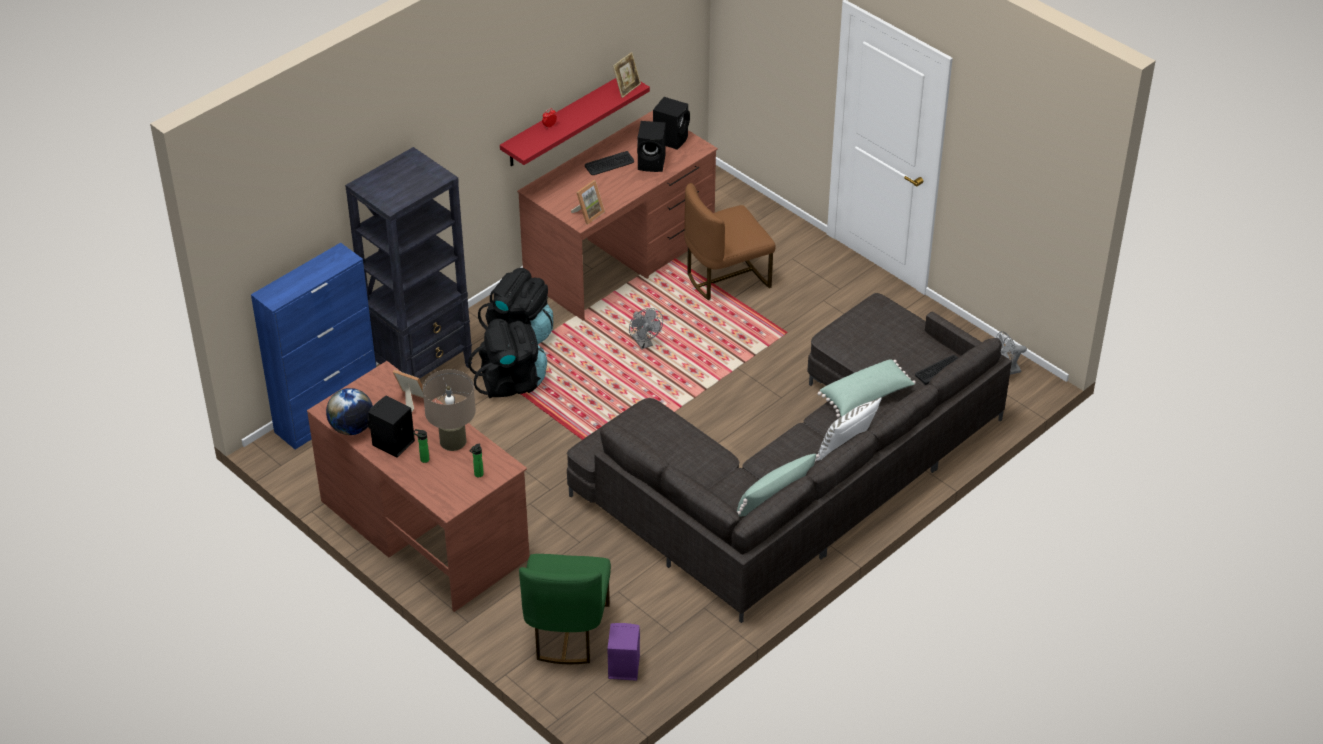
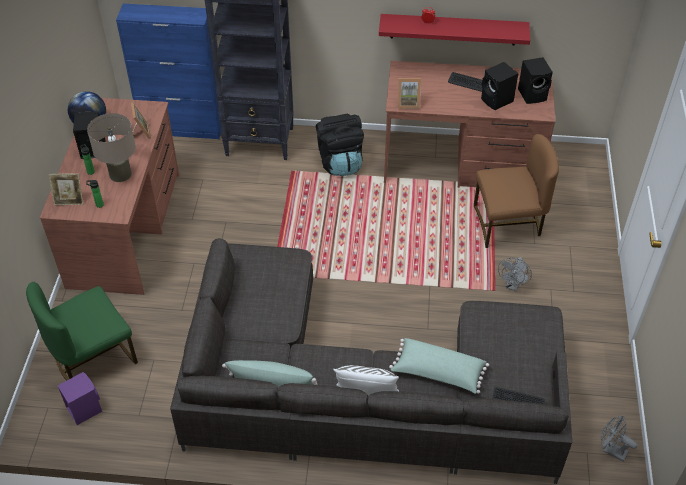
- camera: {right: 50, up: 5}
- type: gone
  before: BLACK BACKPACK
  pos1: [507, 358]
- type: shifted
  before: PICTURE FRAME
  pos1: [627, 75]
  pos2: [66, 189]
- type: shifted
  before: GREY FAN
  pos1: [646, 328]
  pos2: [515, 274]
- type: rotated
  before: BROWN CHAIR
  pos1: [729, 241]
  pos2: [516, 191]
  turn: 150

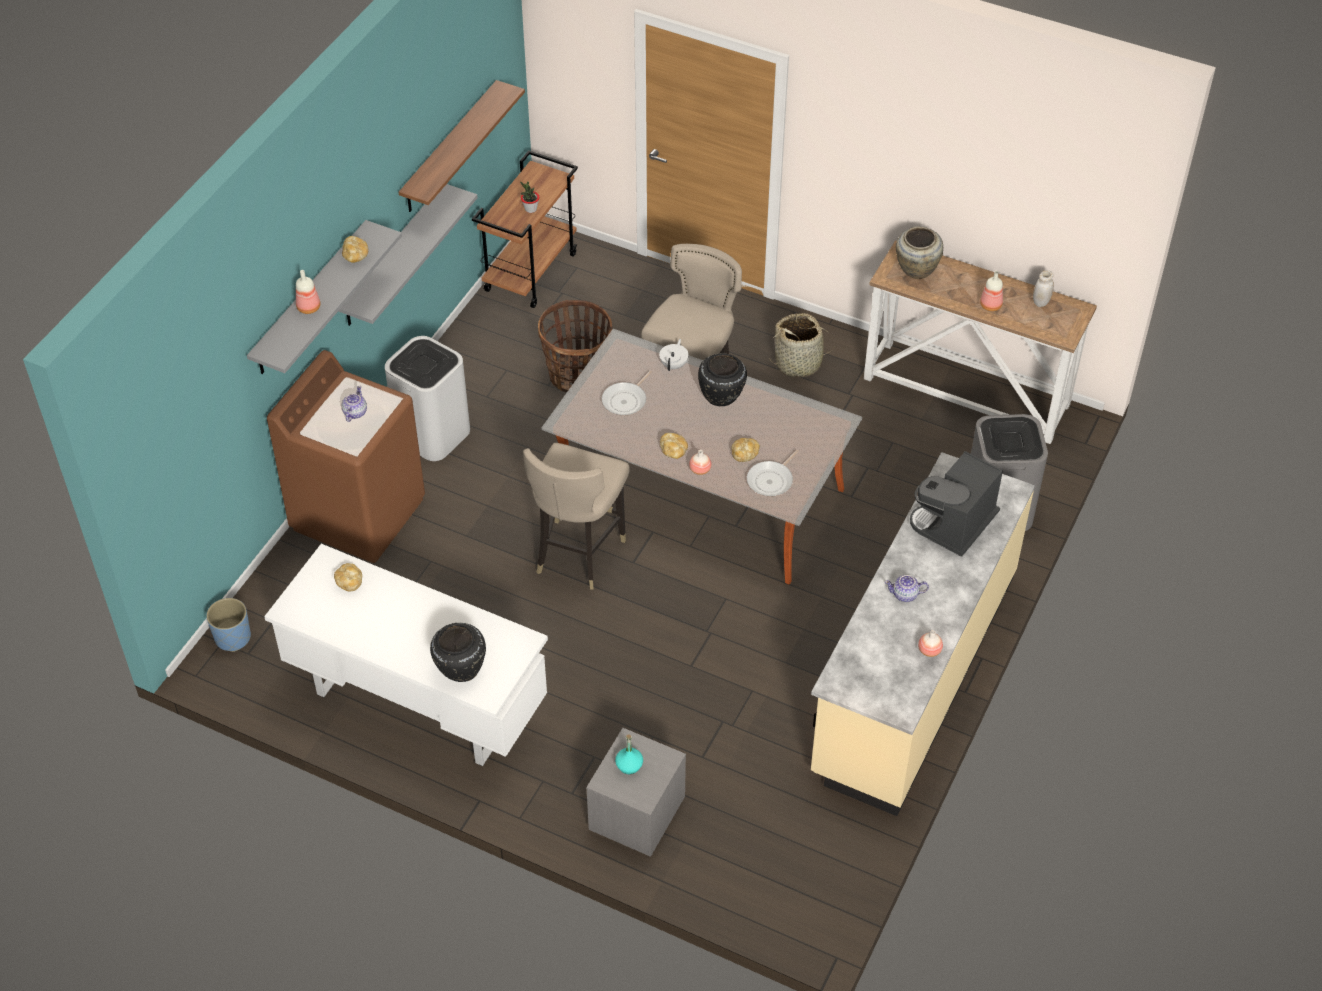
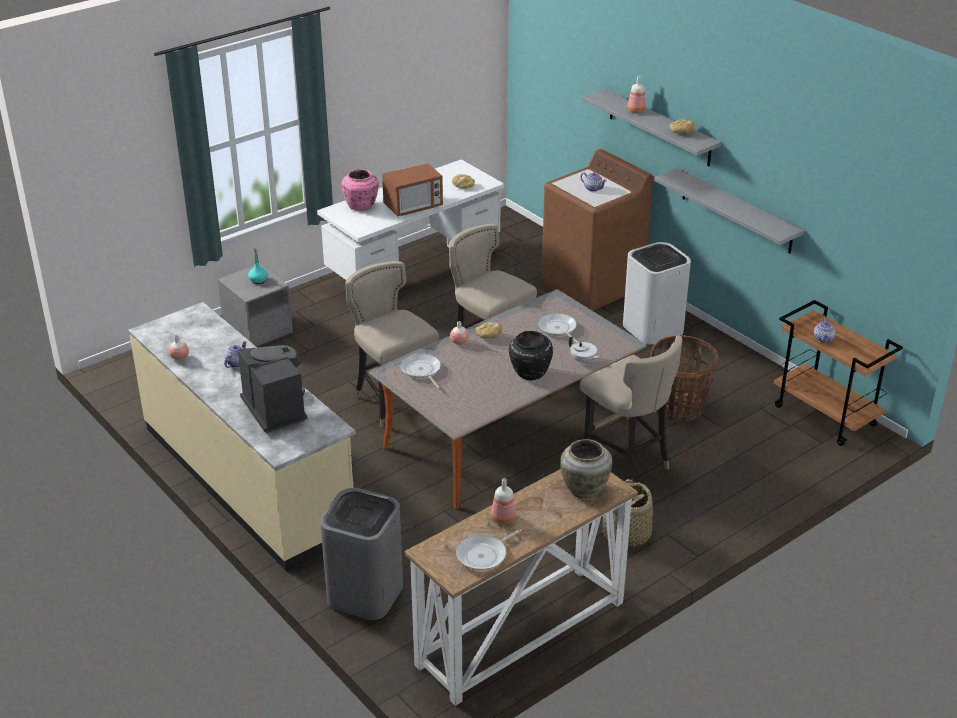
- camera: {right: 115, up: -15}
- type: gone
  before: BLUE PLANTER
  pos1: [228, 625]
- type: gone
  before: SHELF
  pos1: [461, 146]
- type: gone
  before: BREAD
  pos1: [745, 450]
- type: new
  after: BEIGE STOOL
  pos2: [392, 344]
- type: new
  after: MICROWAVE
  pos2: [412, 190]
- type: swapped
  before: POTTED PLANT
  after: TEAPOT
  pos1: [529, 197]
  pos2: [825, 330]
- type: swapped
  before: WHITE JAR
  after: FRYING PAN
  pos1: [1043, 288]
  pos2: [489, 549]
- type: repainted
  before: BLACK VASE
  after: PINK VASE
  pos1: [458, 652]
  pos2: [360, 190]

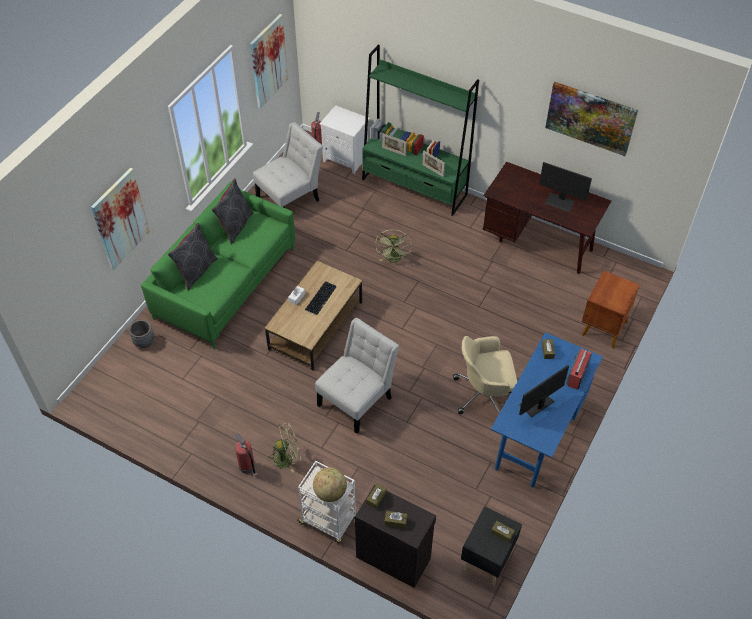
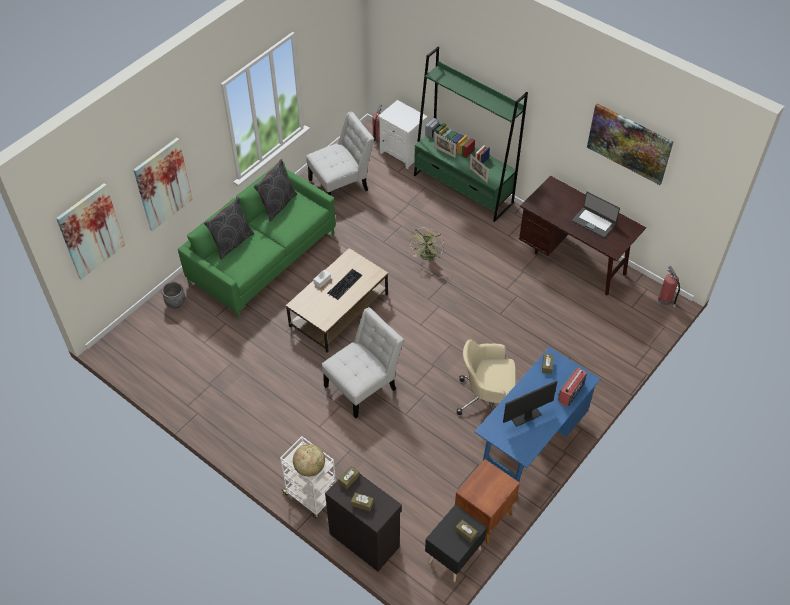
- camera: {right: 10, up: 0}
- type: gone
  before: GREEN FAN
  pos1: [284, 447]
- type: shifted
  before: FIRE EXTINGUISHER
  pos1: [246, 454]
  pos2: [669, 287]
- type: shifted
  before: PICTURE
  pos1: [269, 61]
  pos2: [90, 231]
- type: shifted
  before: BROWN NIGHTSTAND
  pos1: [611, 309]
  pos2: [487, 501]
- type: swapped
  before: MONITOR
  after: LAPTOP
  pos1: [565, 187]
  pos2: [596, 215]

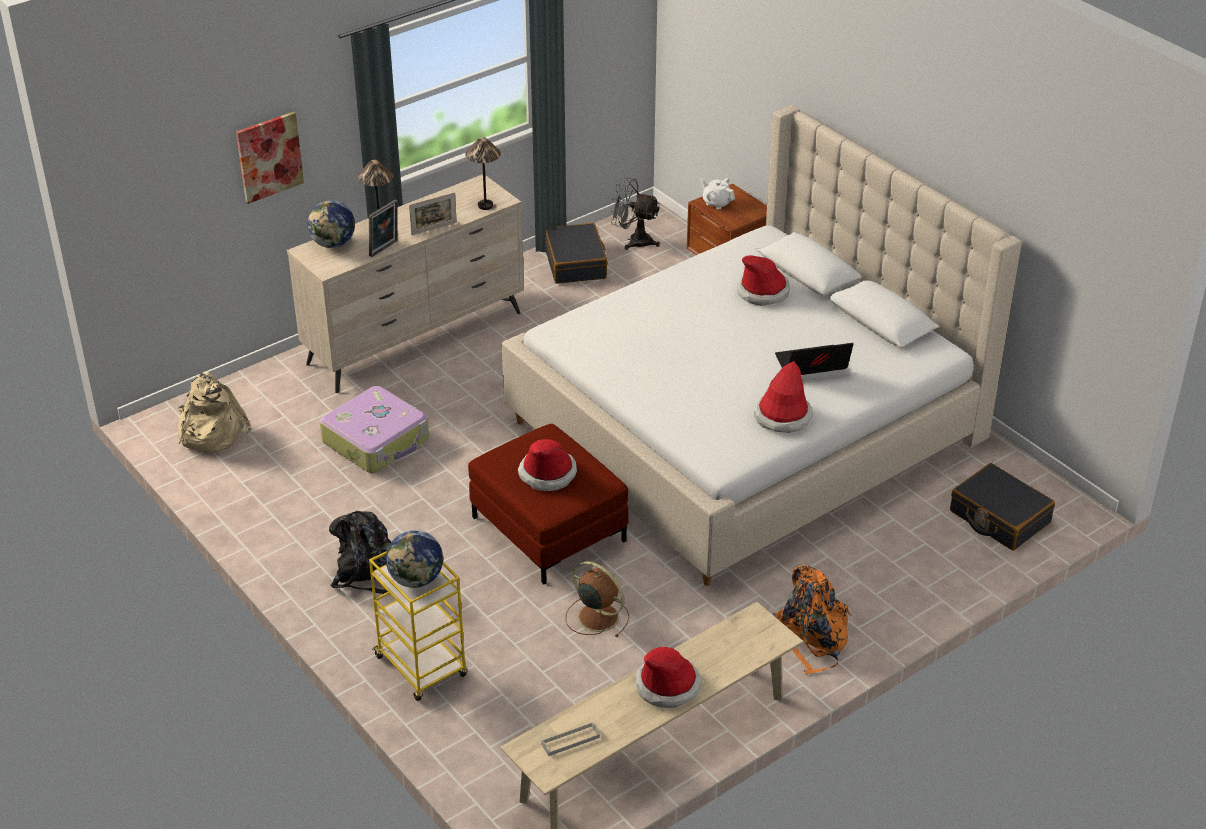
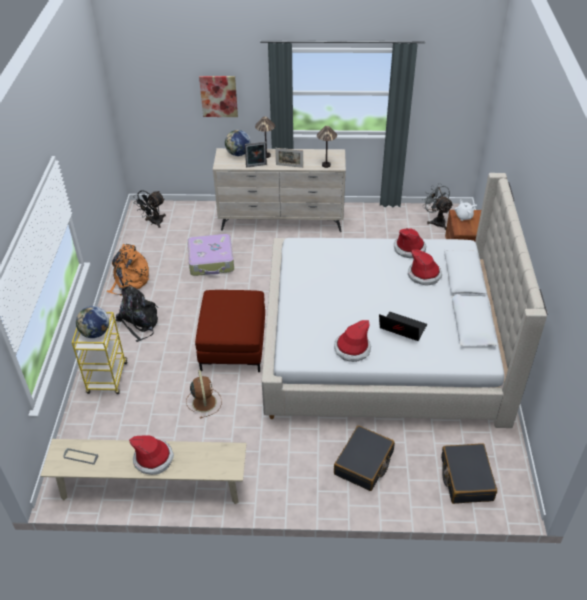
- camera: {right: 40, up: 5}
- type: shifted
  before: HAT
  pos1: [547, 465]
  pos2: [410, 243]
- type: shifted
  before: BLACK SUITCASE
  pos1: [576, 253]
  pos2: [364, 458]
- type: shifted
  before: ORANGE BACKPACK
  pos1: [812, 620]
  pos2: [127, 269]
- type: swapped
  before: BEIGE BACKPACK
  after: BLACK FAN
  pos1: [215, 412]
  pos2: [149, 209]

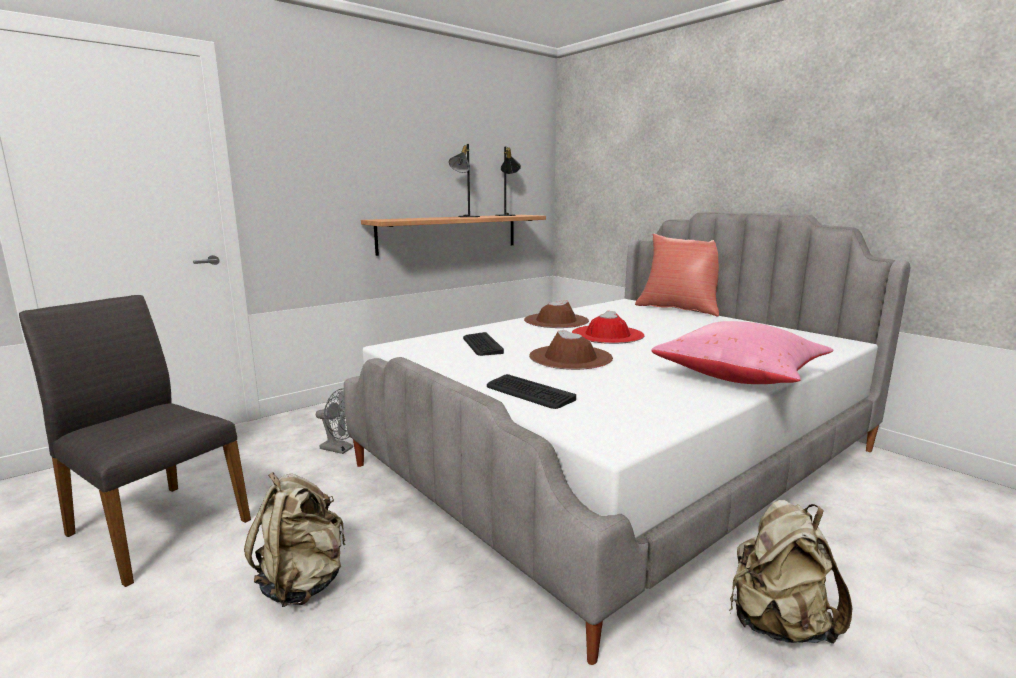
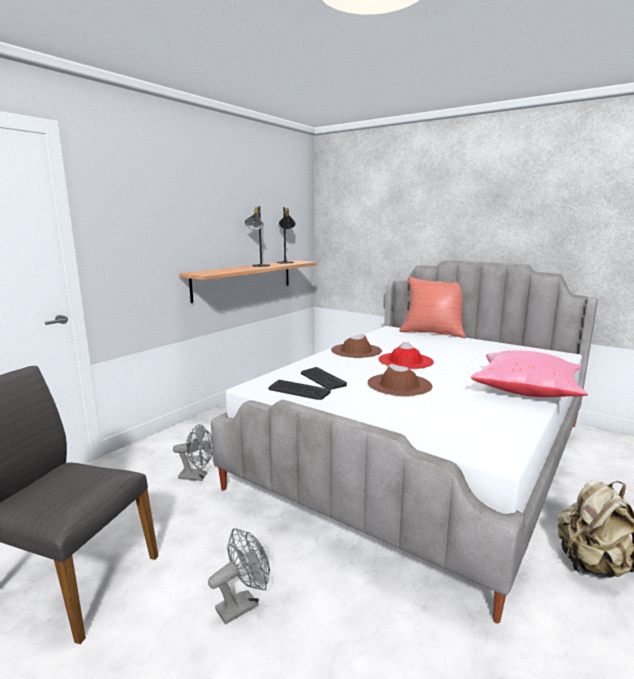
- camera: {right: -15, up: 0}
- type: shifted
  before: KEYBOARD
  pos1: [531, 391]
  pos2: [299, 390]
- type: swapped
  before: BEIGE BACKPACK
  after: GREY FAN
  pos1: [295, 539]
  pos2: [239, 576]

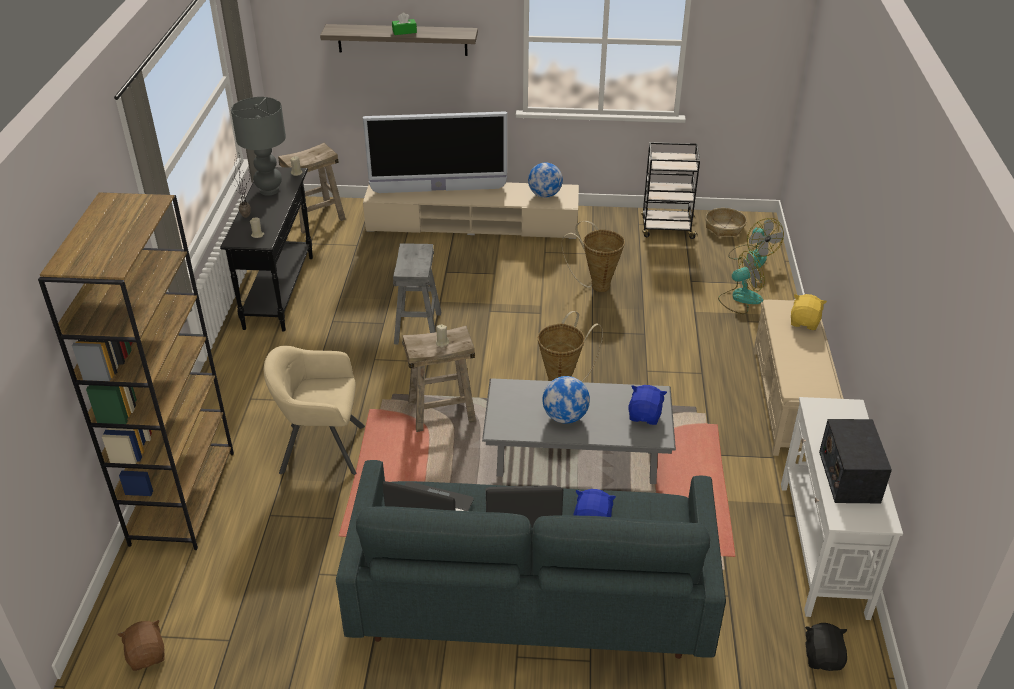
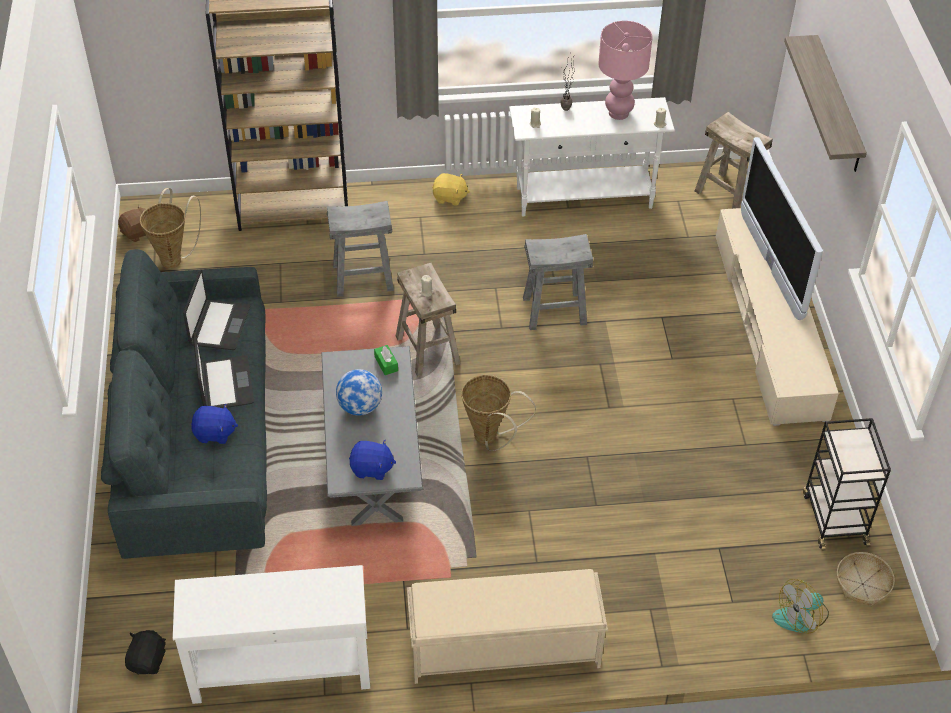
- camera: {right: 80, up: 10}
- type: gone
  before: GLOBE
  pos1: [545, 180]
- type: gone
  before: FAN
  pos1: [741, 282]
- type: gone
  before: RADIO
  pos1: [855, 461]
- type: shifted
  before: GREEN TISSUE BOX
  pos1: [404, 24]
  pos2: [386, 360]
- type: shifted
  before: BASKET
  pos1: [593, 256]
  pos2: [170, 228]
- type: shifted
  before: YELLOW PLUSH TOY
  pos1: [809, 312]
  pos2: [451, 189]
- type: swapped
  before: BEIGE ARMCHAIR
  after: GREY STOOL
  pos1: [314, 410]
  pos2: [360, 249]
- type: repainted
  before: BLACK CONSOLE TABLE
  after: WHITE CONSOLE TABLE
  pos1: [266, 249]
  pos2: [592, 157]
- type: repainted
  before: GREY TABLE LAMP
  after: PINK TABLE LAMP
  pos1: [258, 146]
  pos2: [625, 70]
- type: rotated
  before: BLACK PLUSH TOY
  pos1: [826, 647]
  pos2: [145, 652]
  turn: -75

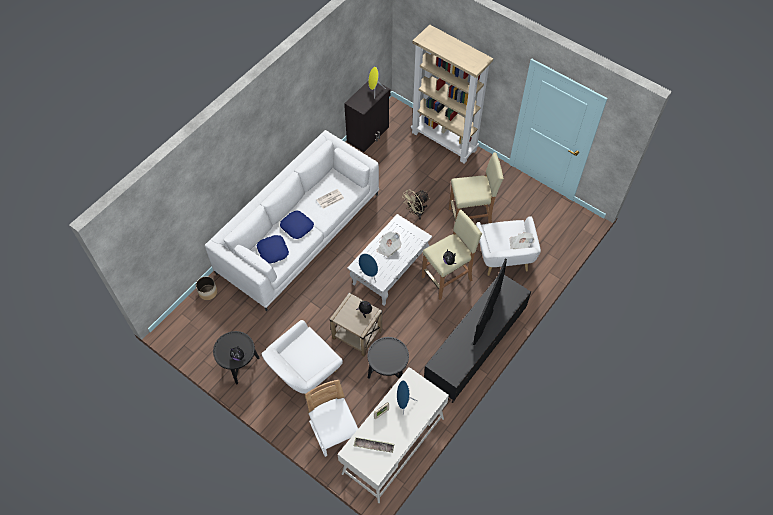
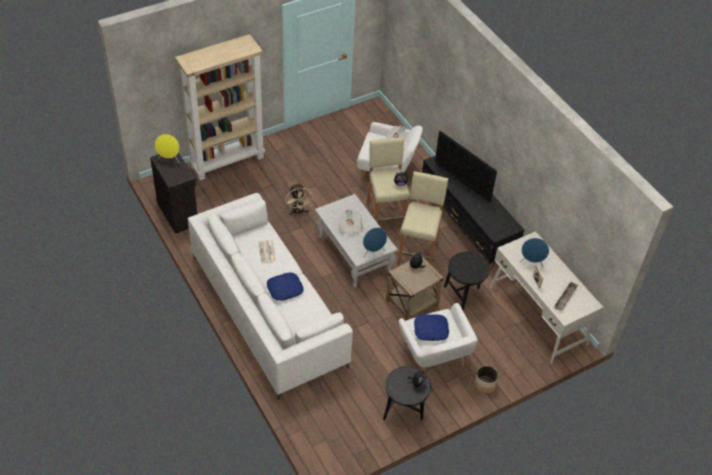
- camera: {right: -70, up: -10}
- type: gone
  before: WHITE CHAIR
  pos1: [331, 418]
- type: shifted
  before: PLANTER
  pos1: [206, 288]
  pos2: [486, 379]
- type: shifted
  before: BLUE PILLOW
  pos1: [273, 249]
  pos2: [431, 327]
- type: shifted
  before: BEIGE STOOL
  pos1: [476, 188]
  pos2: [422, 218]

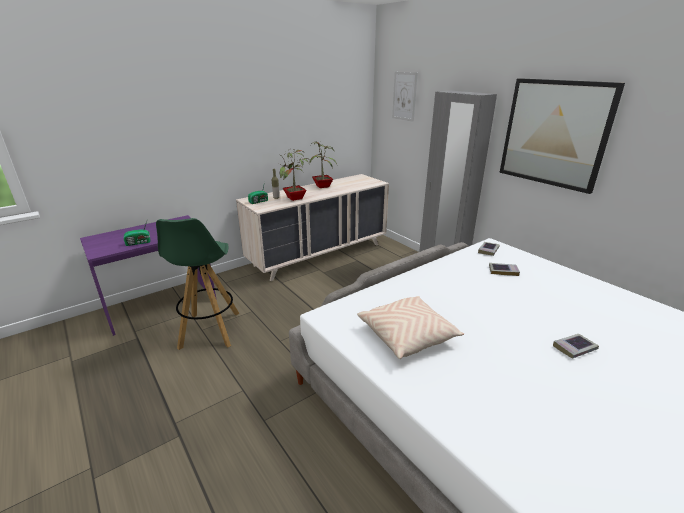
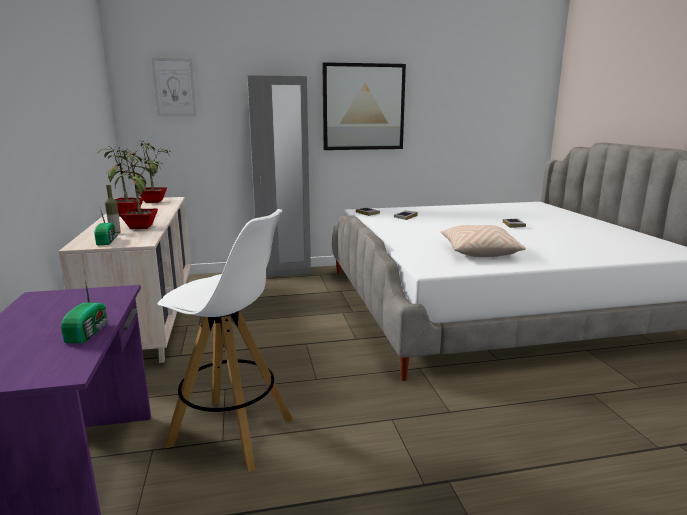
- camera: {right: -65, up: -10}
- type: new
  after: POTTED PLANT
  pos2: [152, 172]
- type: repainted
  before: GREEN STOOL
  after: WHITE STOOL
  pos1: [198, 284]
  pos2: [226, 340]

